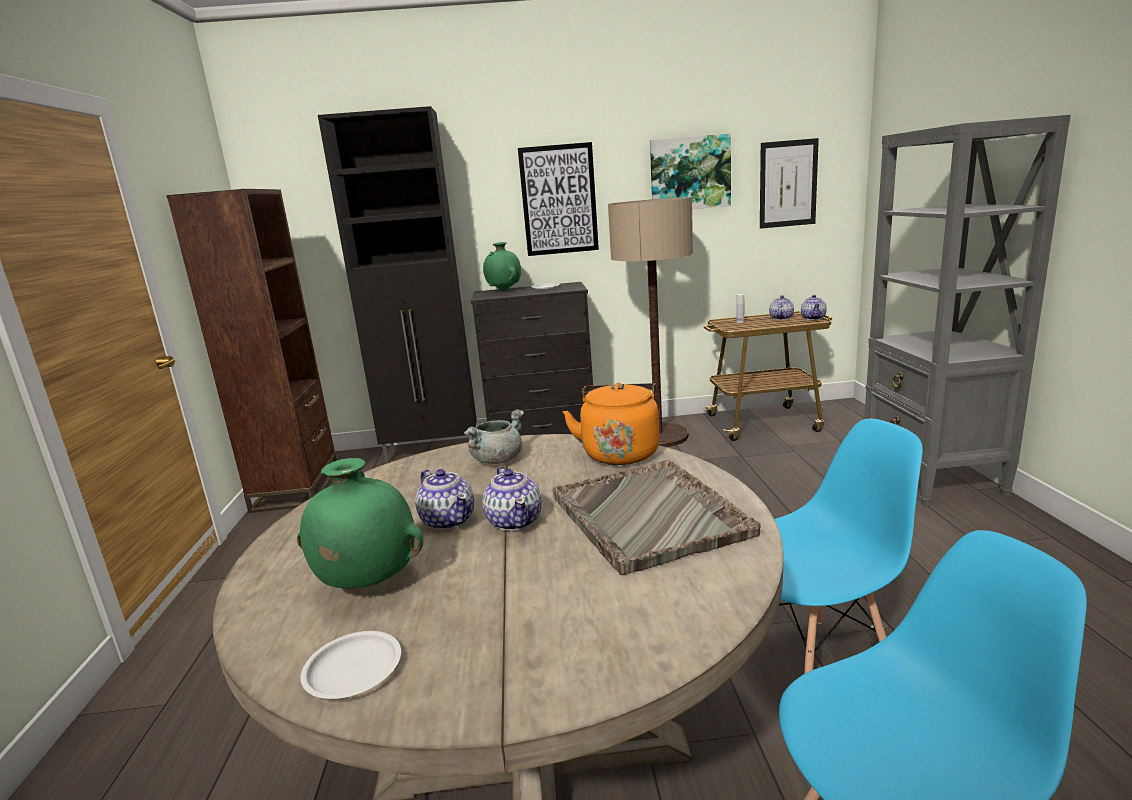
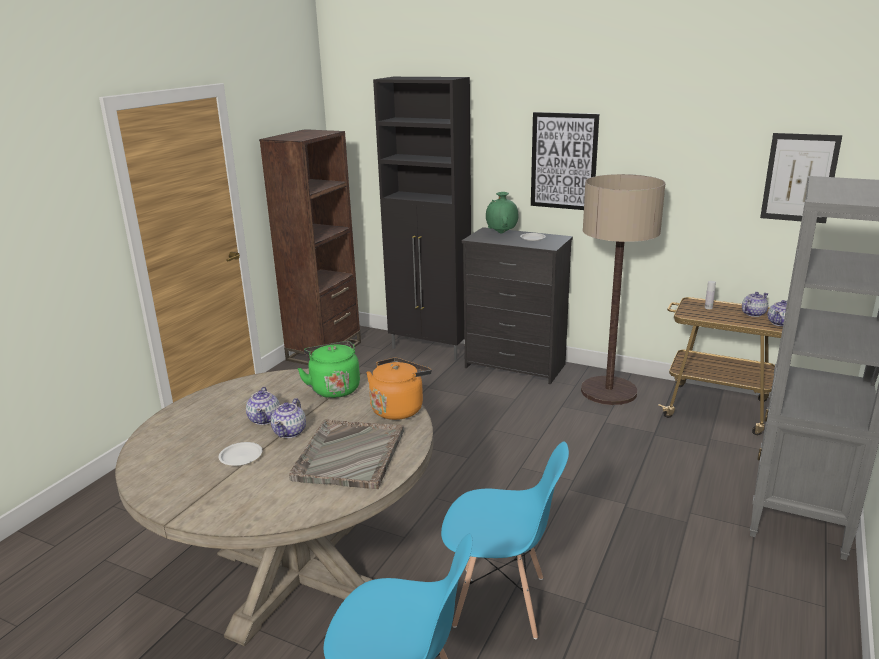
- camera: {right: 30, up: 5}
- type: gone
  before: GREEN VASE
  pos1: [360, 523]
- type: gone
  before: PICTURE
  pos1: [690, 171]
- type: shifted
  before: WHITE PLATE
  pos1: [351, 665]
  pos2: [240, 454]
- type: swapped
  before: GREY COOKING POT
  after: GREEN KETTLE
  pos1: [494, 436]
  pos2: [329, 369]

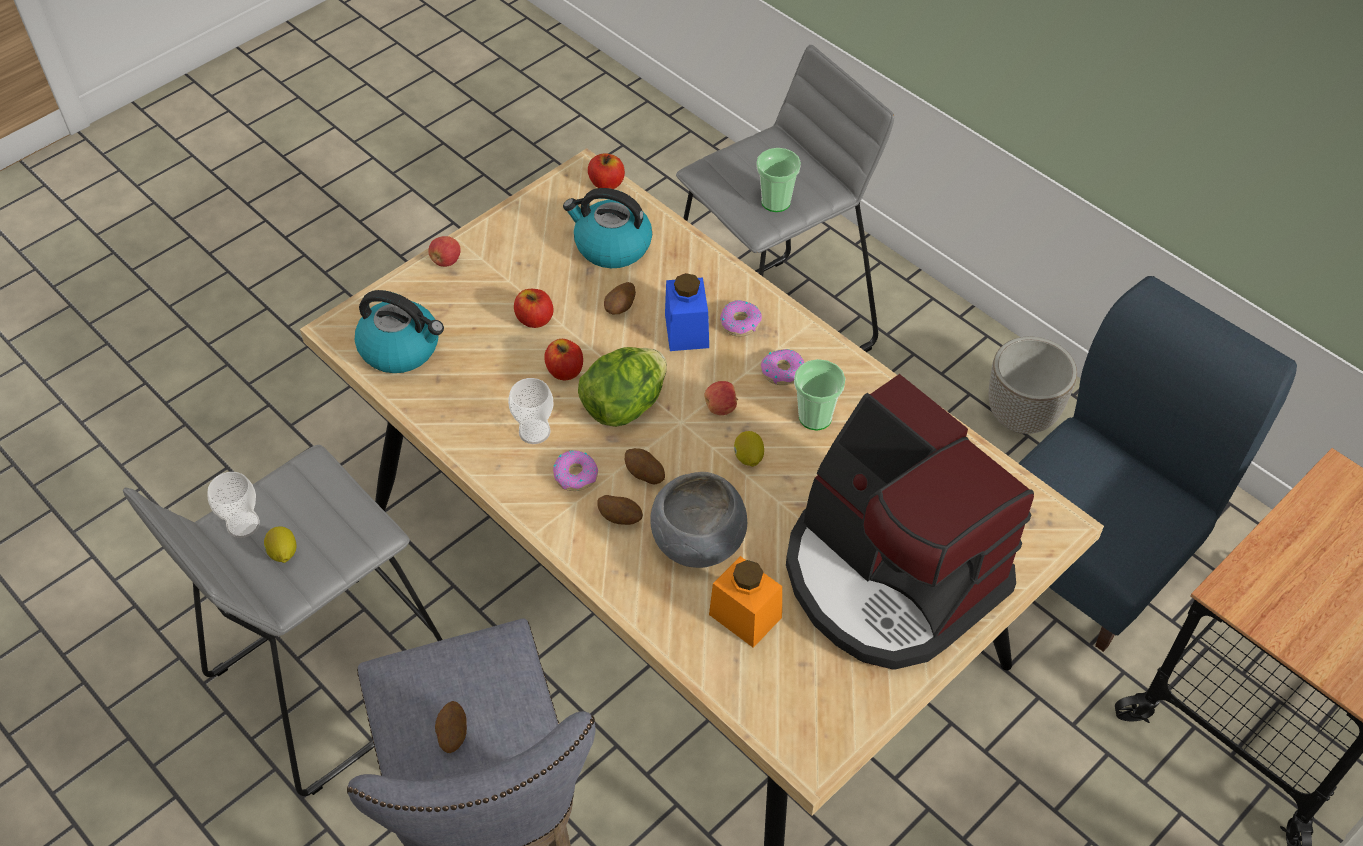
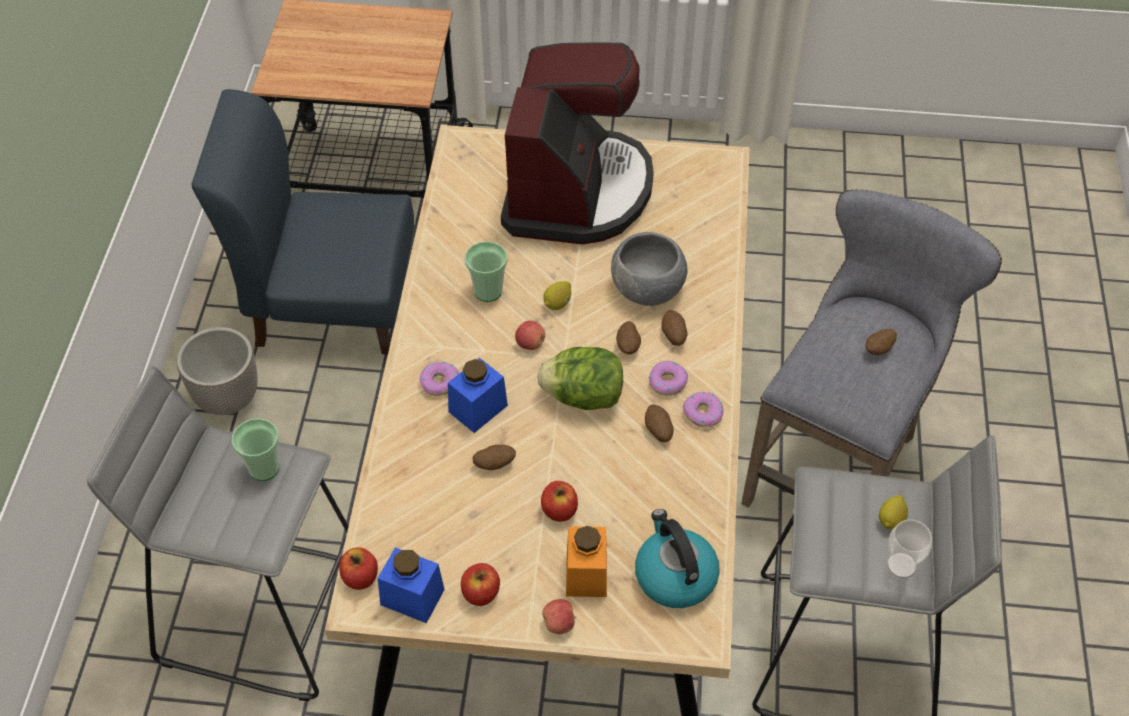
- camera: {right: -130, up: 0}
- type: gone
  before: KETTLE
  pos1: [607, 228]
- type: new
  after: BLUE JAR
  pos2: [411, 585]
- type: shifted
  before: APPLE
  pos1: [563, 359]
  pos2: [480, 584]
- type: shifted
  before: ORANGE JAR
  pos1: [745, 602]
  pos2: [586, 561]
- type: shifted
  before: DONUT
  pos1: [782, 367]
  pos2: [703, 410]
- type: swapped
  before: CUP
  after: POTATO
  pos1: [530, 411]
  pos2: [659, 423]

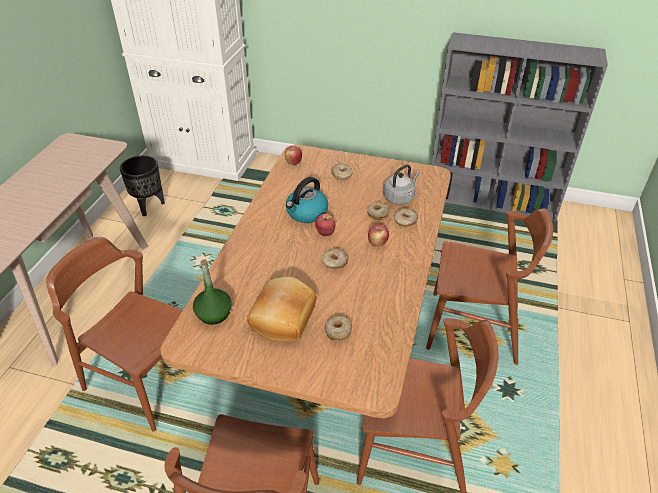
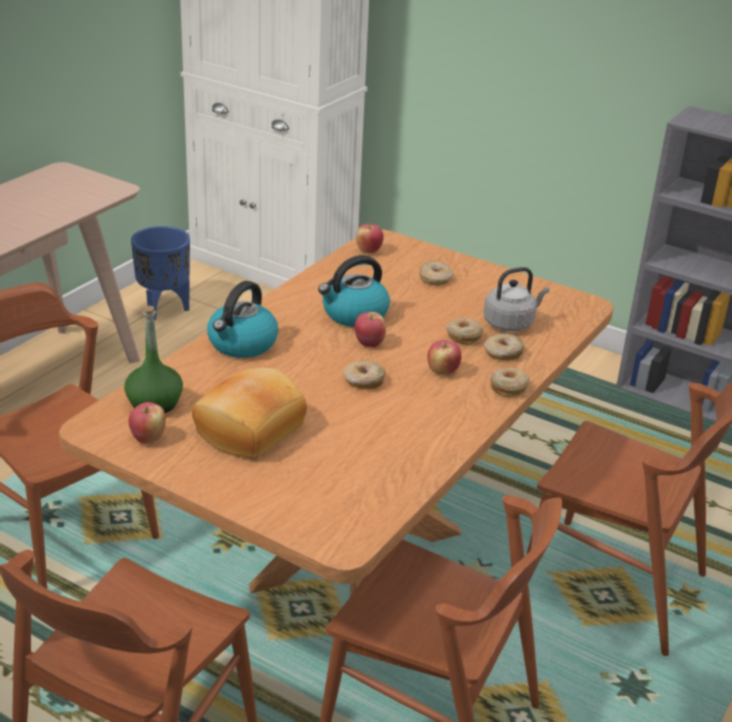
- camera: {right: 15, up: -10}
- type: new
  after: APPLE
  pos2: [147, 423]
- type: new
  after: KETTLE
  pos2: [242, 319]
- type: shifted
  before: DONUT
  pos1: [338, 329]
  pos2: [510, 382]
- type: repainted
  before: BLACK PLANTER
  after: BLUE PLANTER
  pos1: [142, 185]
  pos2: [160, 273]

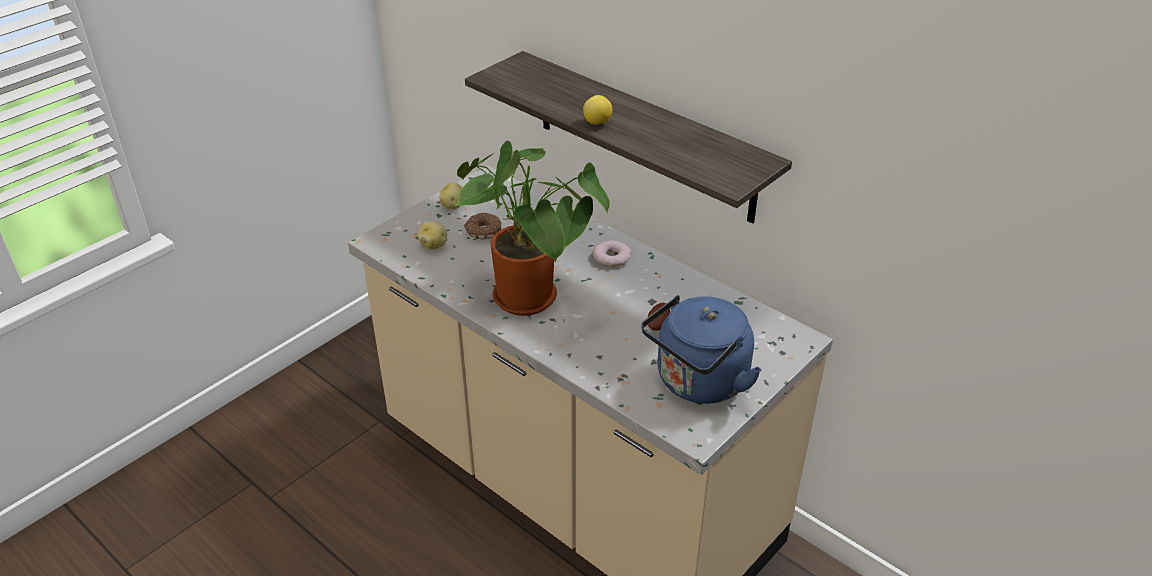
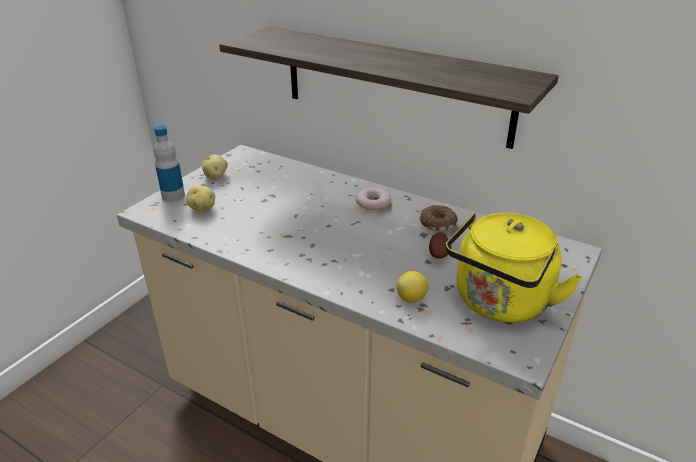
- camera: {right: -10, up: -5}
- type: gone
  before: POTTED PLANT
  pos1: [532, 228]
- type: new
  after: BOTTLE
  pos2: [169, 163]
- type: shifted
  before: DONUT
  pos1: [483, 226]
  pos2: [439, 218]
- type: shifted
  before: LEMON
  pos1: [597, 110]
  pos2: [412, 286]
- type: repainted
  before: BLUE KETTLE
  after: YELLOW KETTLE
  pos1: [701, 349]
  pos2: [514, 268]

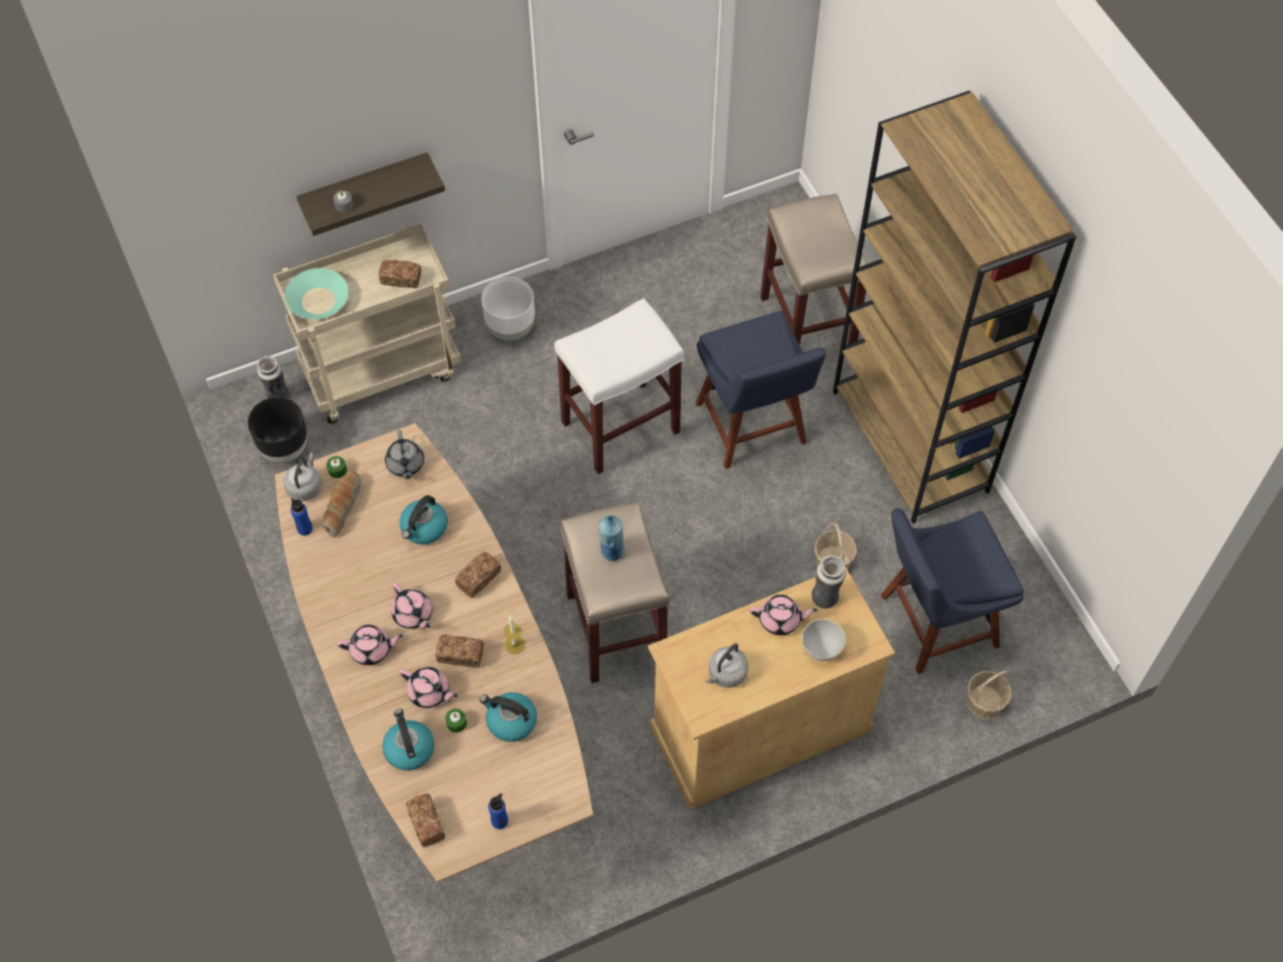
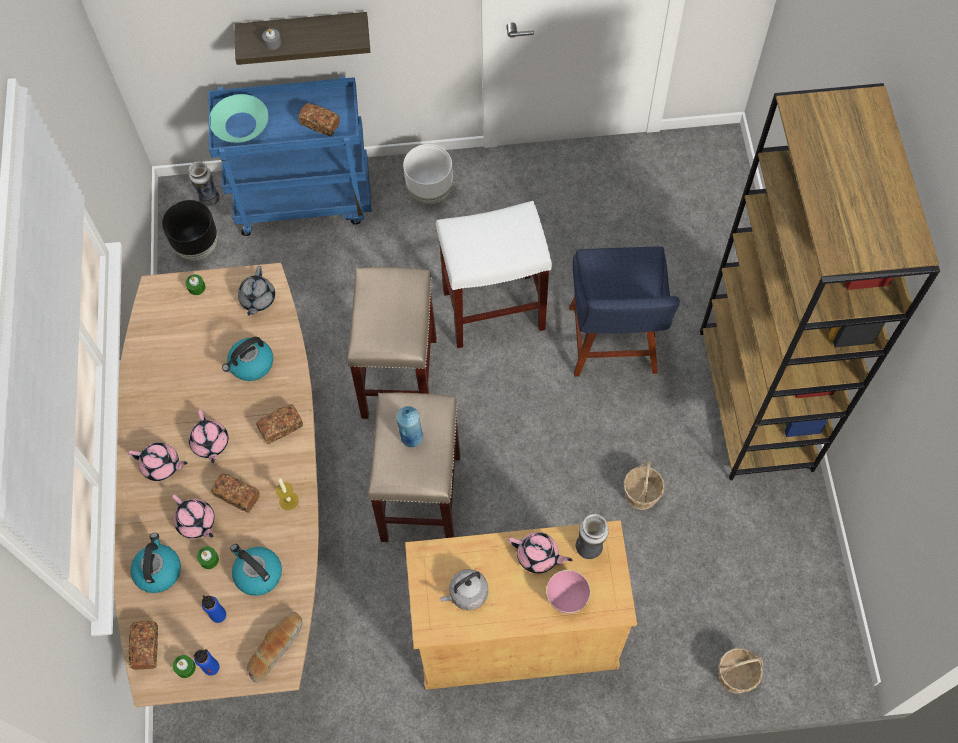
- camera: {right: 20, up: 5}
- type: gone
  before: GREY KETTLE
  pos1: [302, 477]
- type: gone
  before: BLUE CHAIR
  pos1: [952, 591]
- type: new
  after: GREEN CANDLE
  pos2: [184, 666]
- type: shifted
  before: BLUE BOTTLE
  pos1: [302, 517]
  pos2: [214, 609]
- type: shifted
  before: BREAD
  pos1: [341, 504]
  pos2: [275, 647]
- type: shifted
  before: BEIGE STOOL
  pos1: [814, 269]
  pos2: [392, 343]
- type: repainted
  before: BEIGE CART
  after: BLUE CART
  pos1: [367, 324]
  pos2: [290, 156]
- type: repainted
  before: GREY BOWL
  after: PINK BOWL
  pos1: [824, 640]
  pos2: [568, 592]

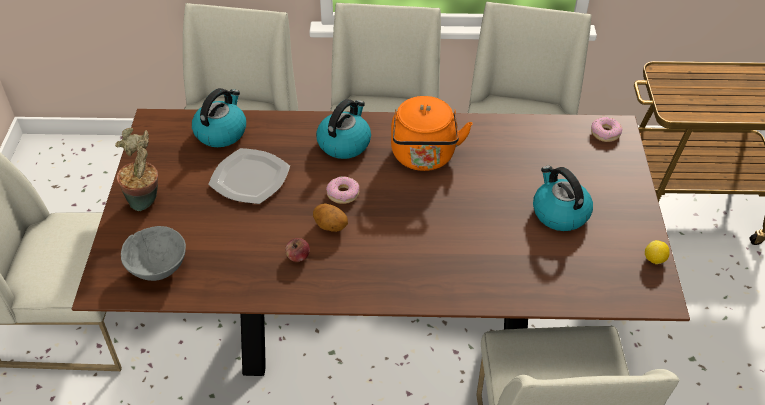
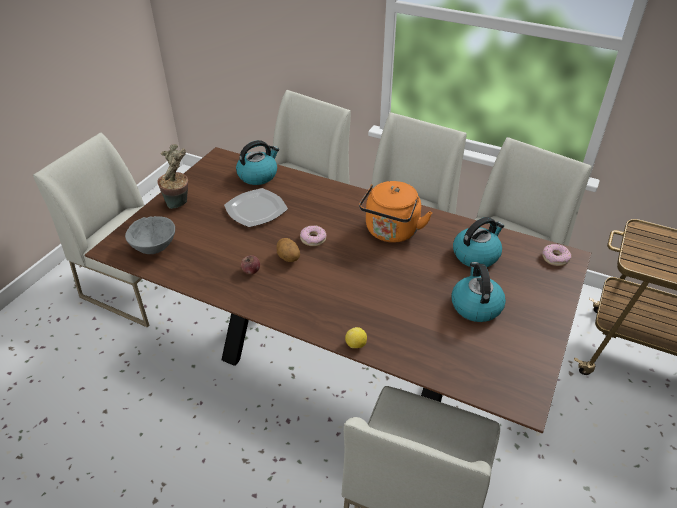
- camera: {right: 25, up: -5}
- type: shifted
  before: KETTLE
  pos1: [343, 129]
  pos2: [478, 242]
- type: shifted
  before: LEMON
  pos1: [657, 252]
  pos2: [356, 337]

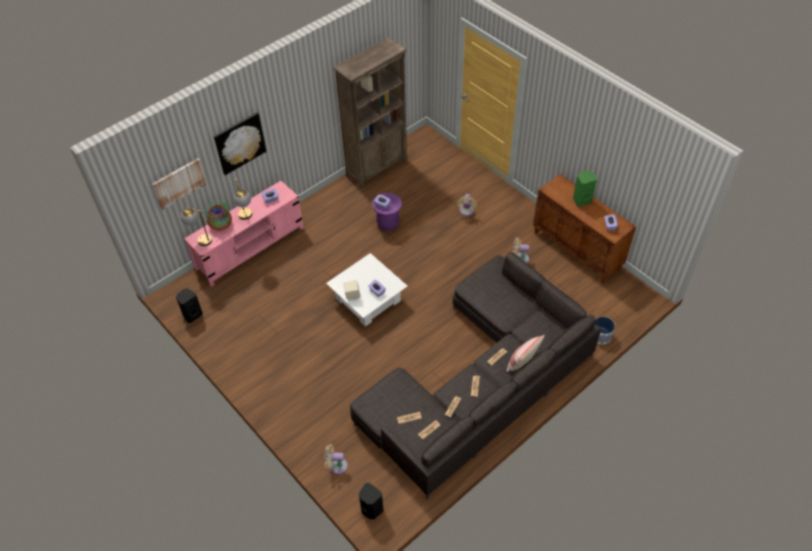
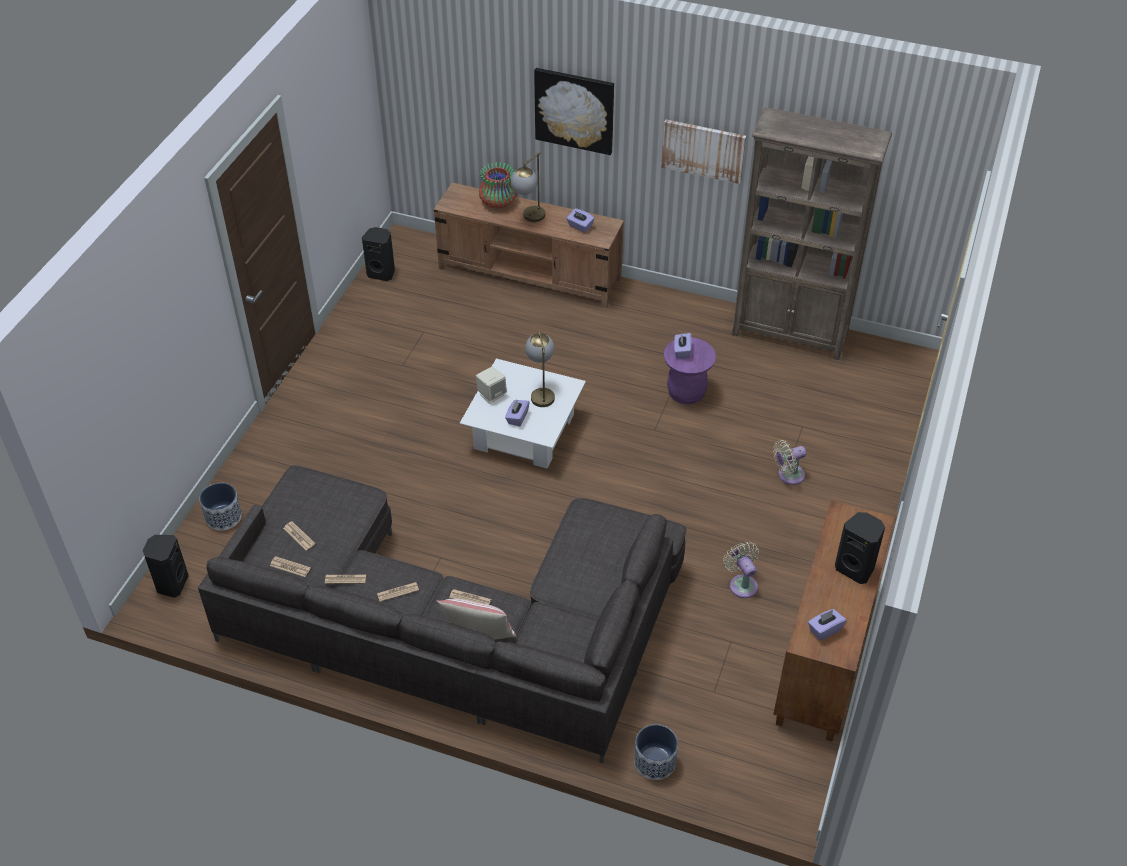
- camera: {right: 60, up: -5}
- type: shifted
  before: PICTURE
  pos1: [179, 184]
  pos2: [703, 151]
- type: shifted
  before: TABLE LAMP
  pos1: [196, 227]
  pos2: [540, 369]
- type: swapped
  before: BEIGE FAN
  after: PLANTER
  pos1: [336, 459]
  pos2: [221, 507]
- type: repainted
  before: PINK TV STAND
  after: BROWN TV STAND
  pos1: [244, 234]
  pos2: [529, 245]
- type: repainted
  before: GREEN SPEAKER
  after: BLACK SPEAKER
  pos1: [585, 189]
  pos2: [860, 548]

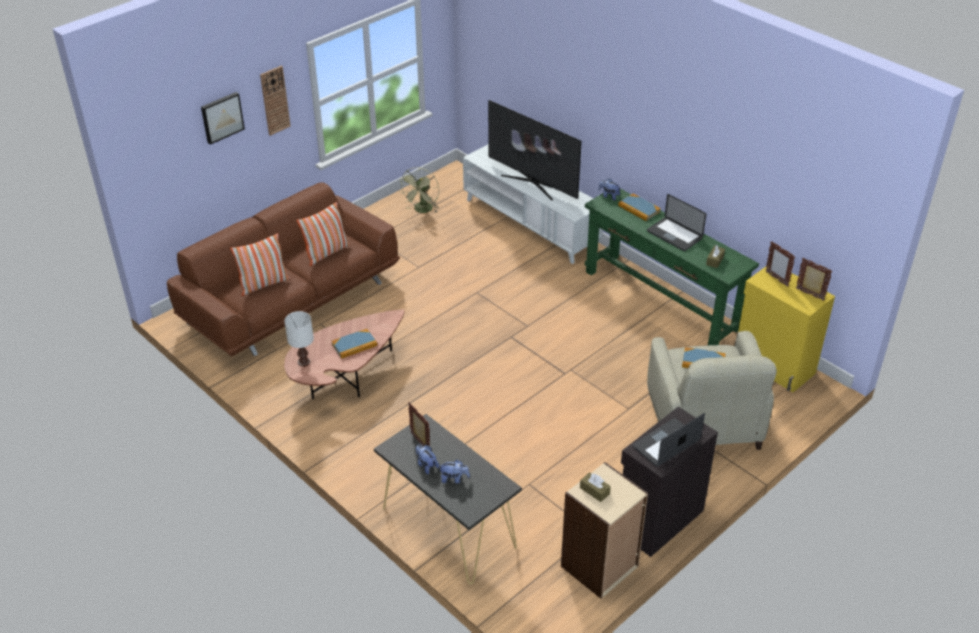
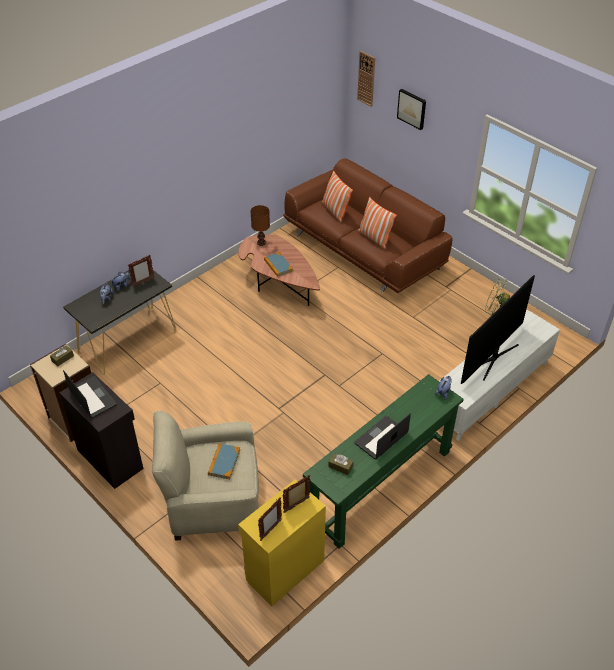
- camera: {right: 90, up: 5}
- type: gone
  before: BOOK
  pos1: [639, 207]
- type: shifted
  before: WALL CLOCK
  pos1: [275, 101]
  pos2: [366, 79]
- type: repainted
  before: WHITE TABLE LAMP
  after: BROWN TABLE LAMP
  pos1: [299, 339]
  pos2: [260, 225]

